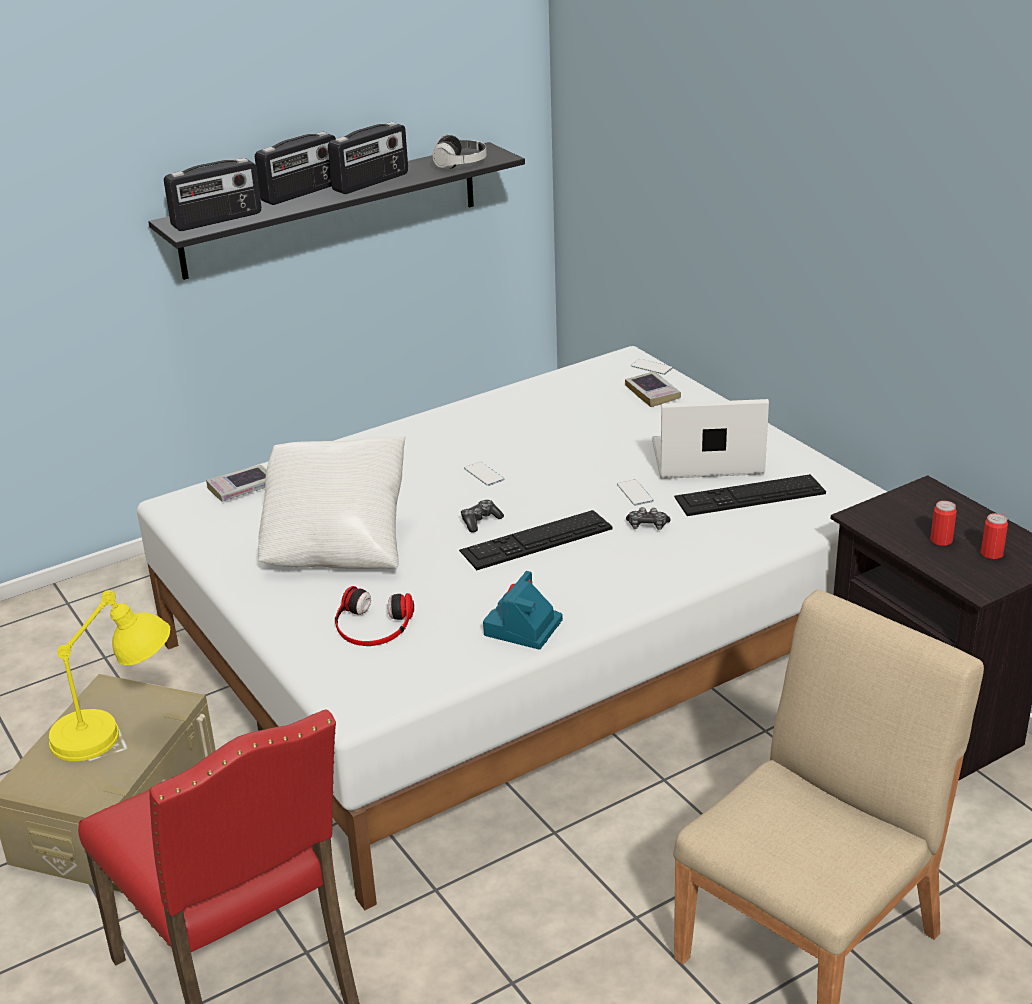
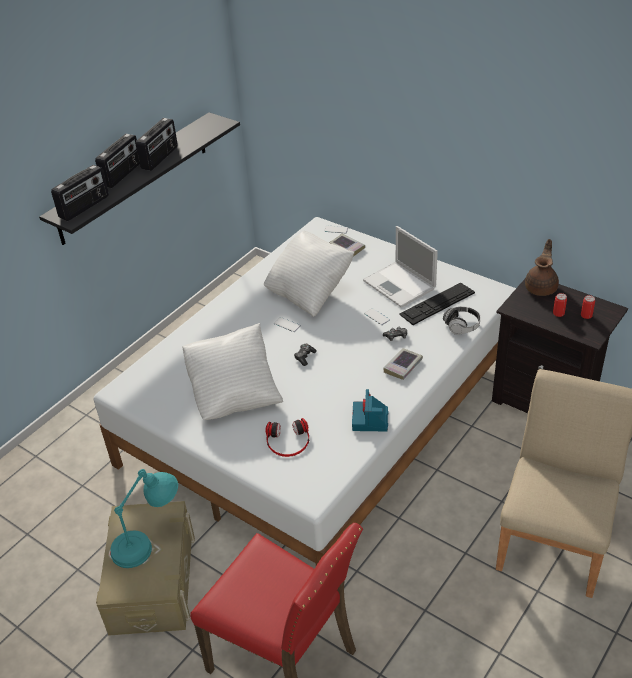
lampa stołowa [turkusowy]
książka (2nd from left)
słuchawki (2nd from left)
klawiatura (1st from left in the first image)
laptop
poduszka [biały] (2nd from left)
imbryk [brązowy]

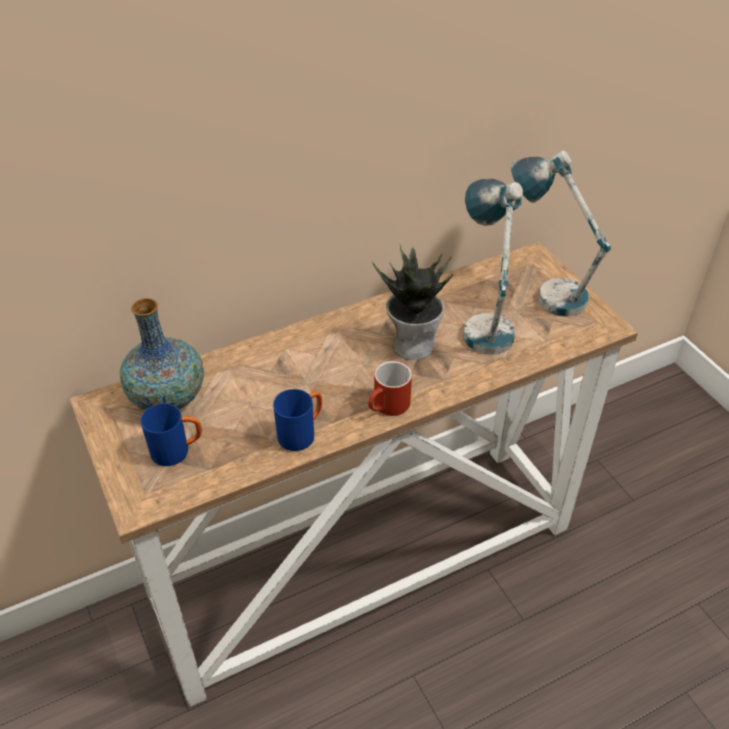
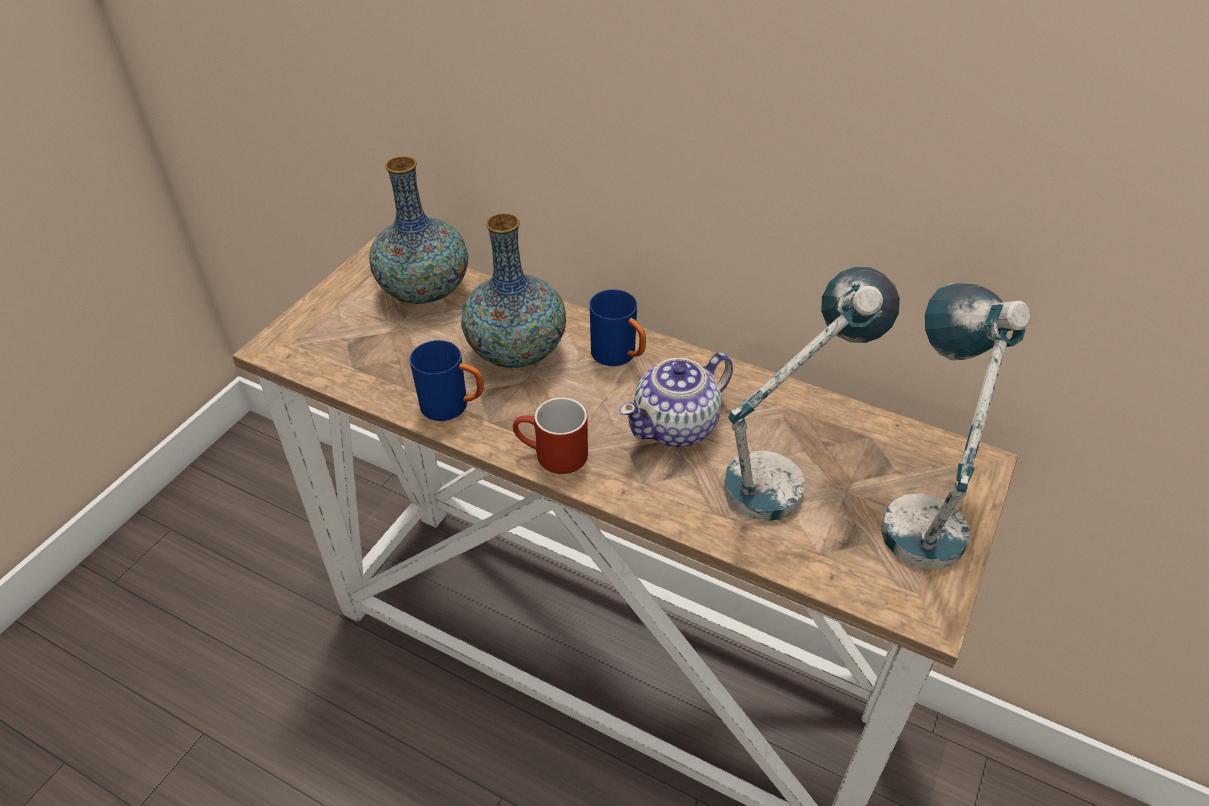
kubek [niebieski] (2nd from left)
imbryk
wazon (2nd from left)

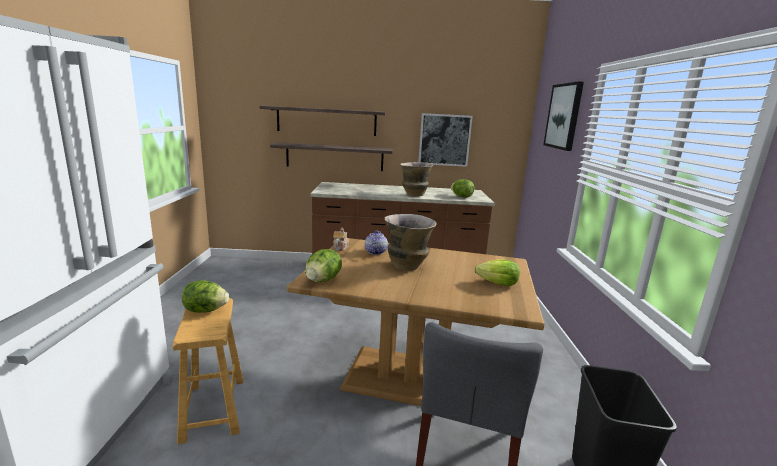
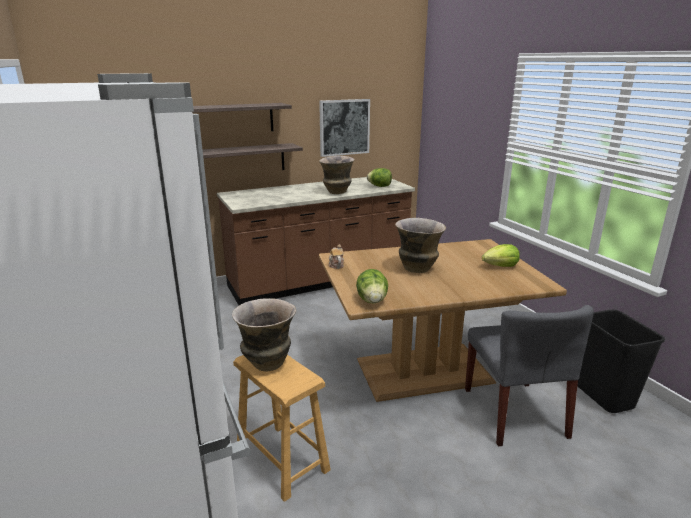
wazon (1st from left)
imbryk (2nd from left in the first image)
obraz (2nd from left in the first image)

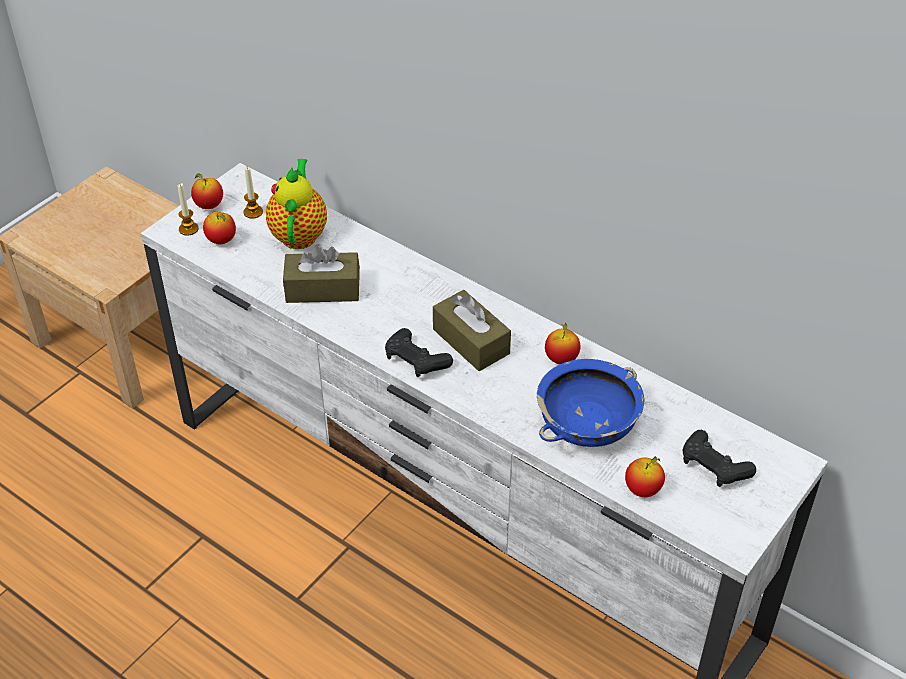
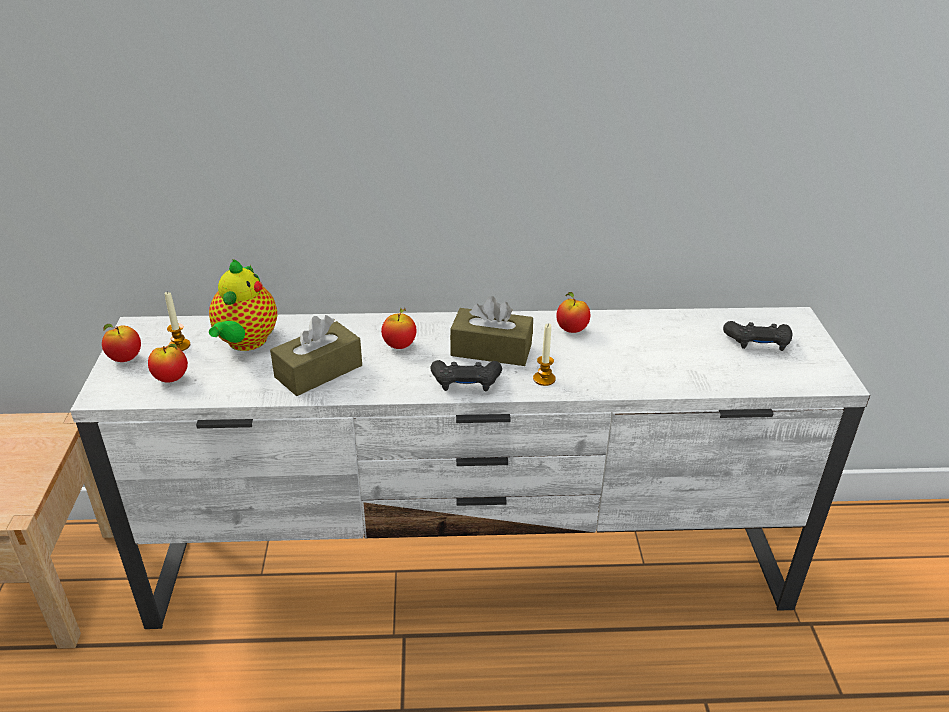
świeca (2nd from left)
imbryk
miska [niebieski]
jabłko (3rd from left)

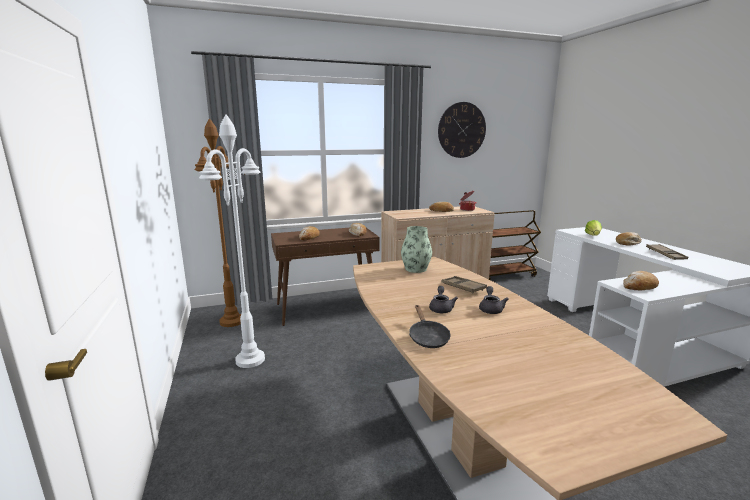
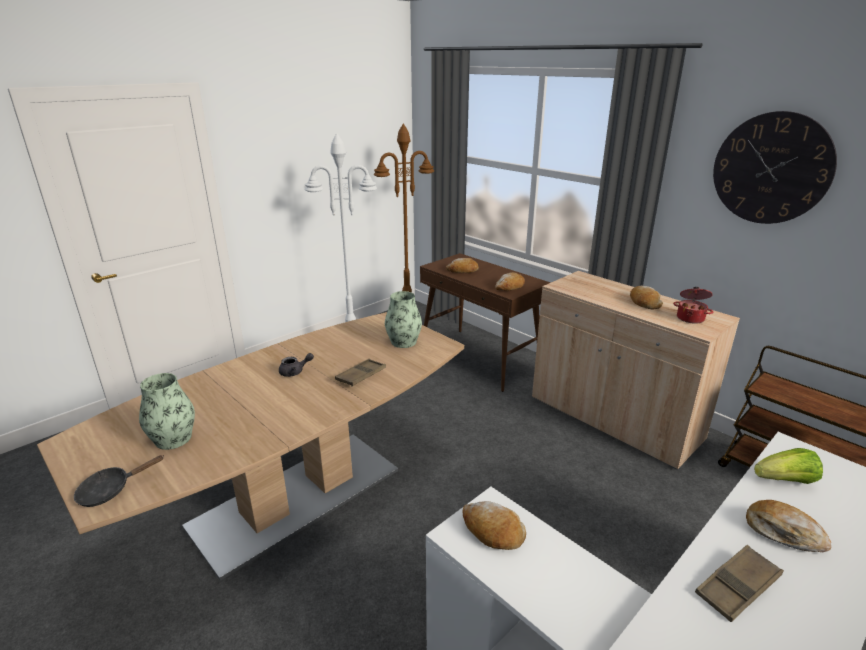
patelnia [czarny]
imbryk [szary] (2nd from left in the first image)
wazon (1st from left)

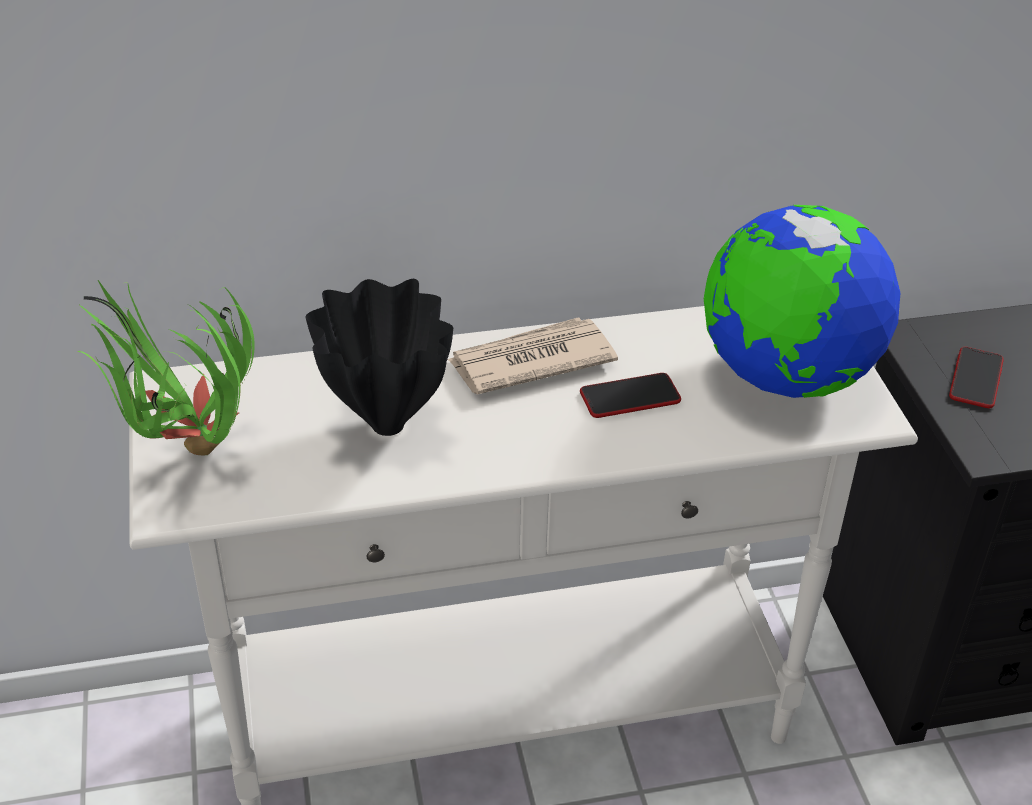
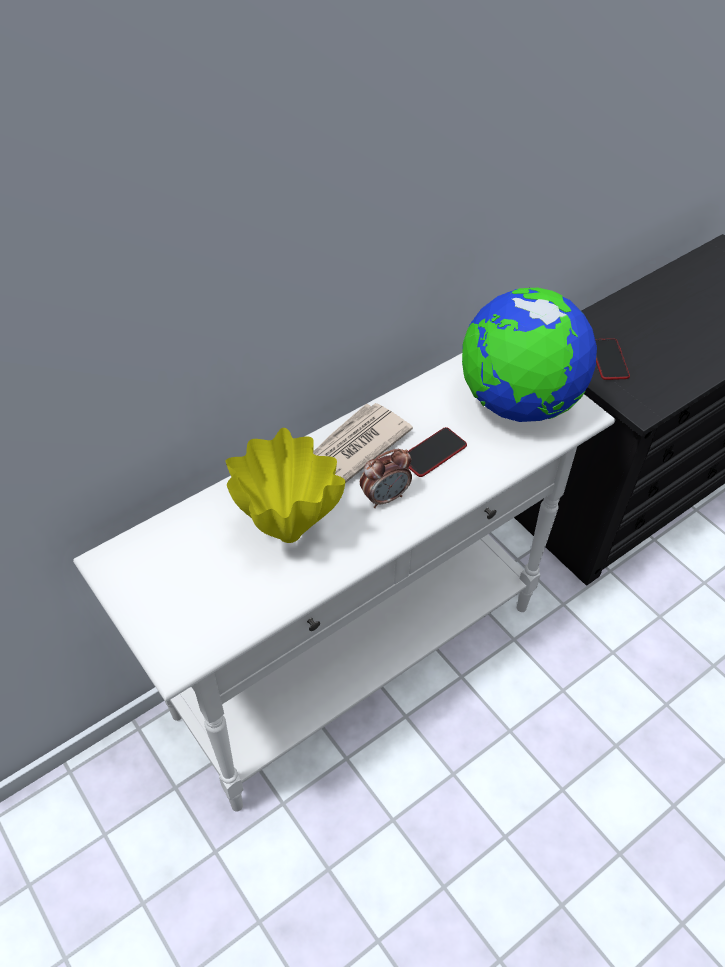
roślina doniczkowa
wazon [żółty]
budzik

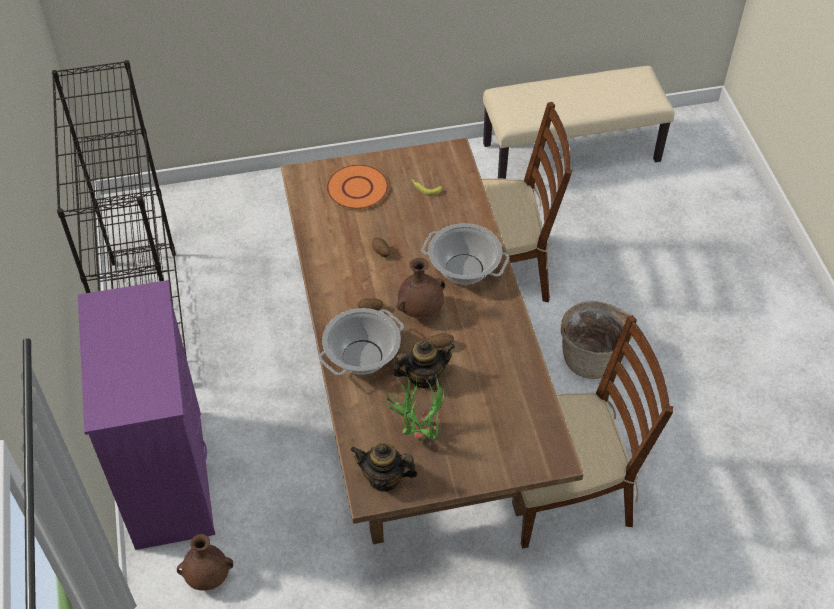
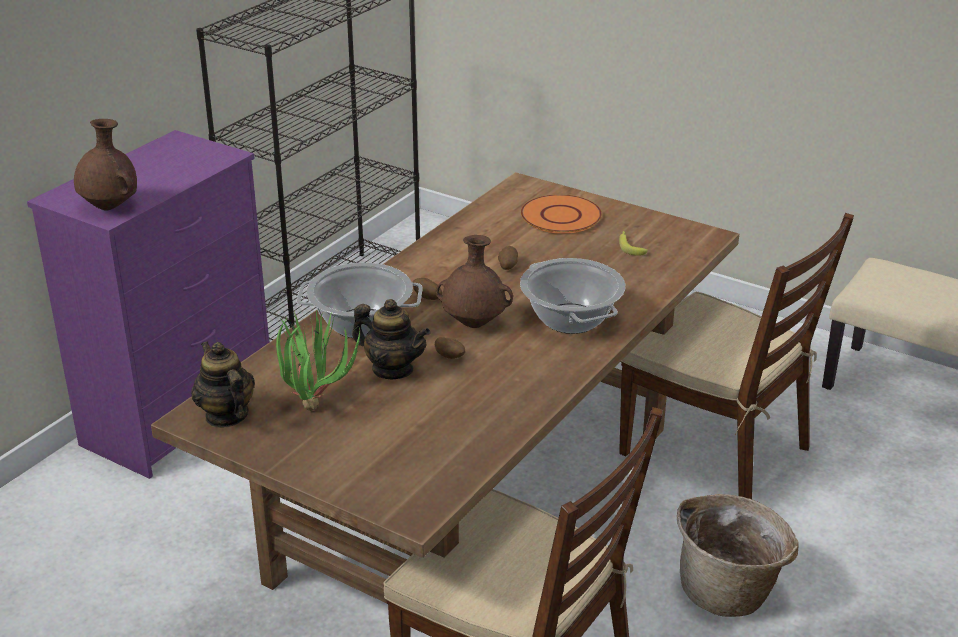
wazon [brązowy] (1st from left)

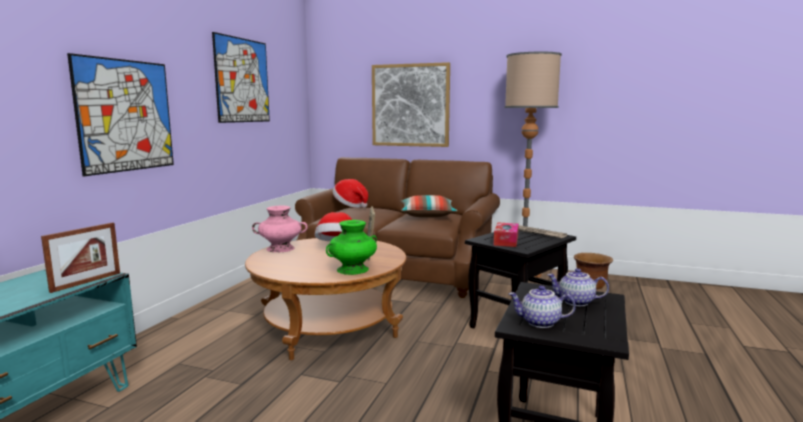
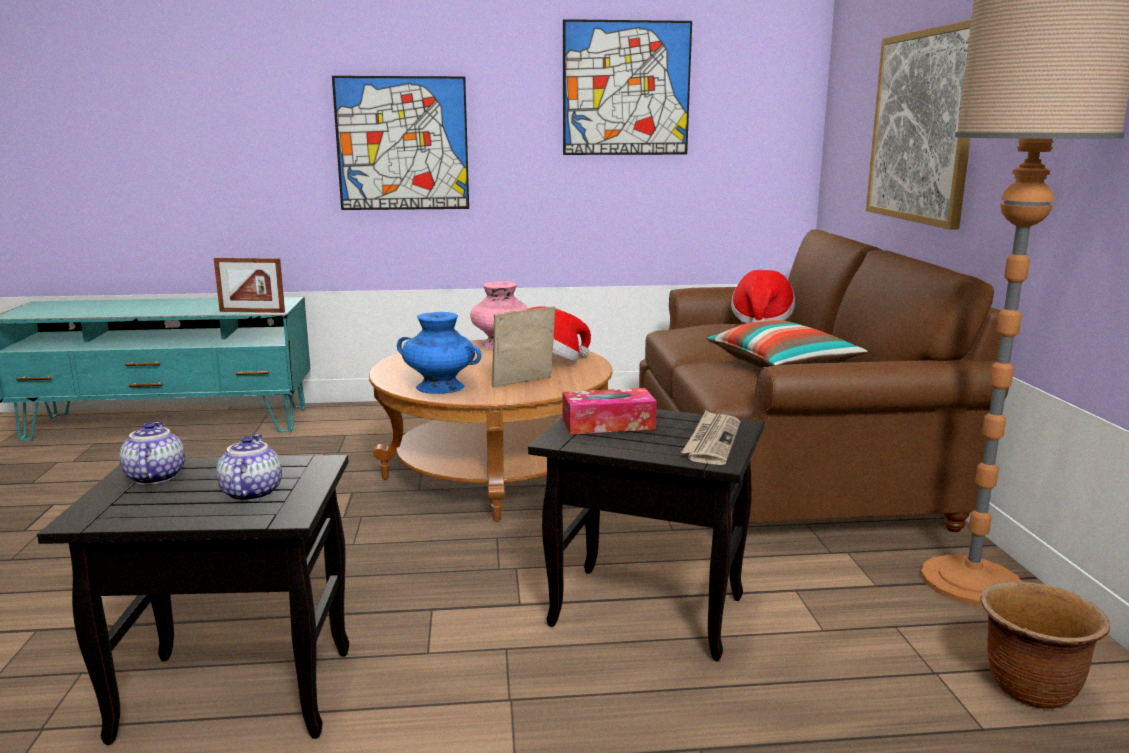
wazon [niebieski]

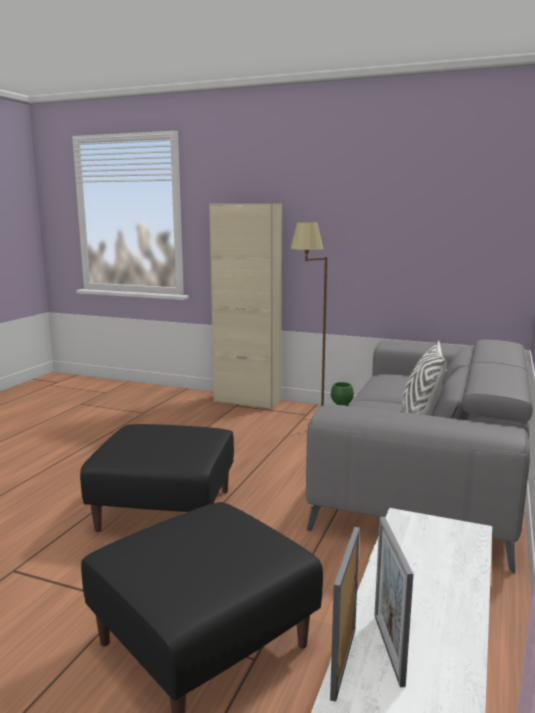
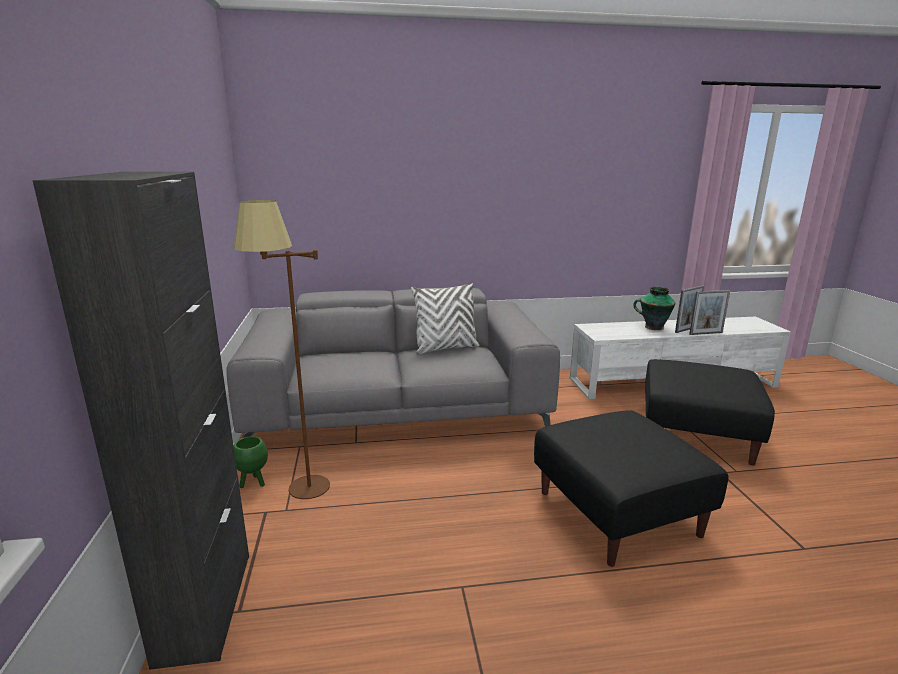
szafka [czarny]
wazon

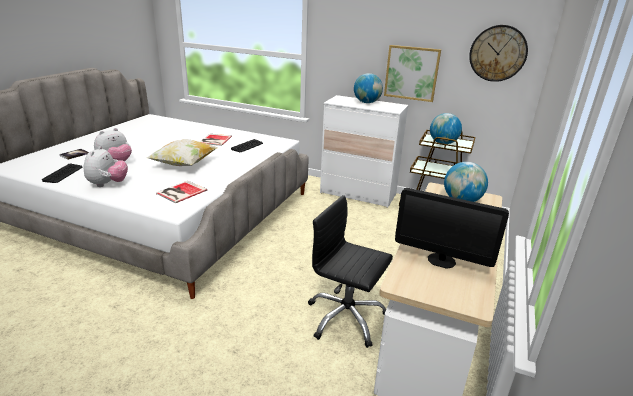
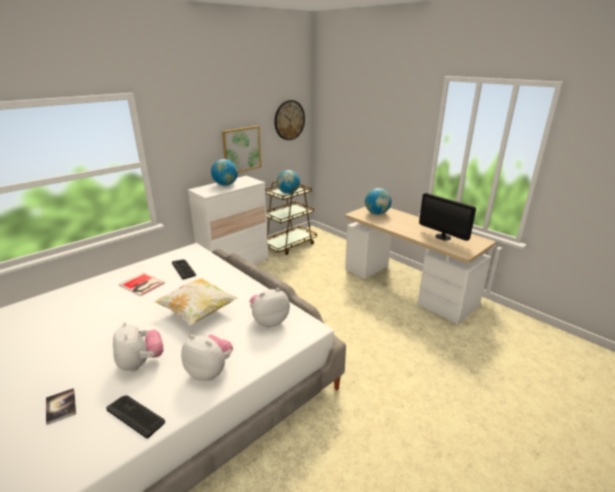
pluszak (3rd from left)
krzesło biurowe [czarny]
monitor

